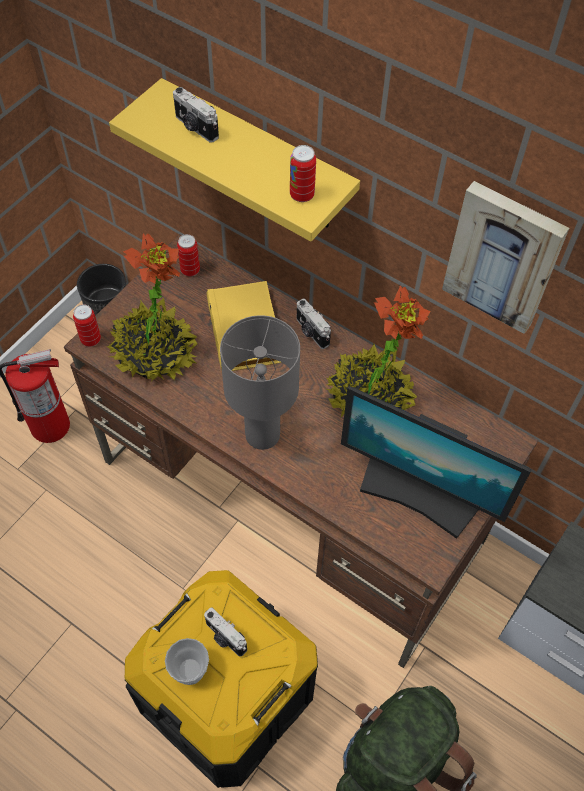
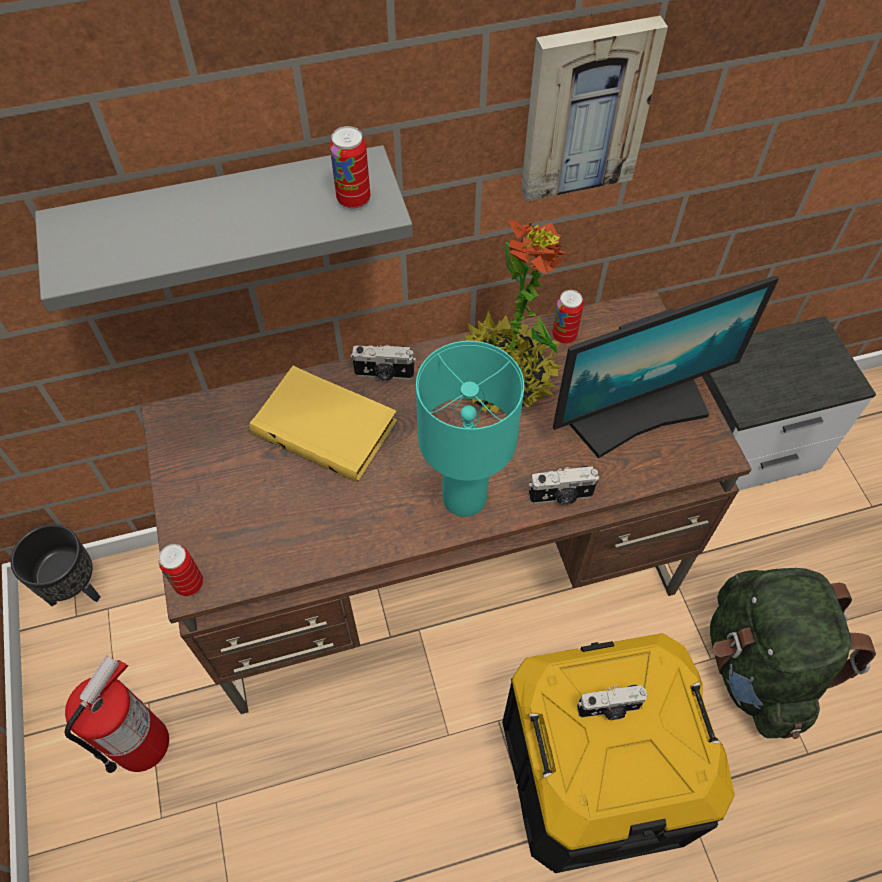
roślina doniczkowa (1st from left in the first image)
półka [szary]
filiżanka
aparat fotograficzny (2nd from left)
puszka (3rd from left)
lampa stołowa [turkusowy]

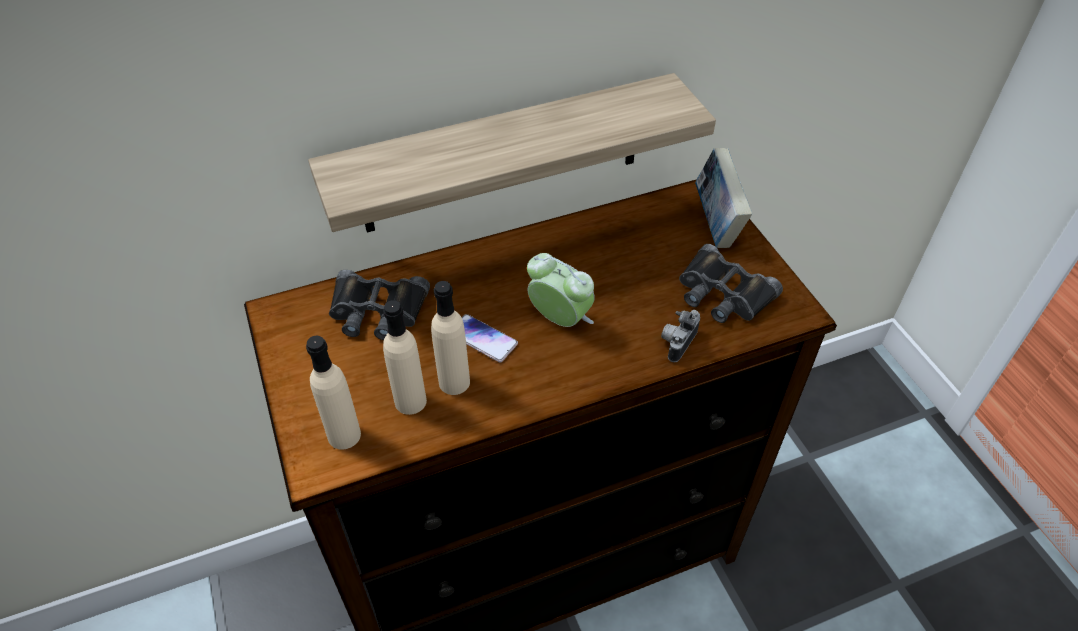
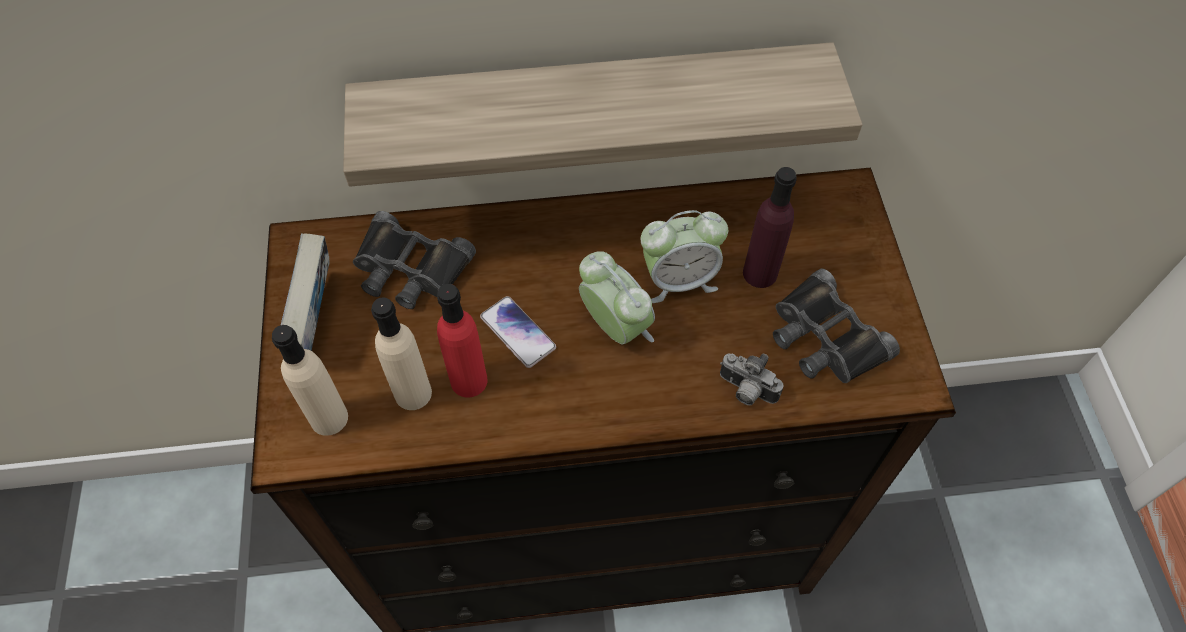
butelka [czerwony]
aparat fotograficzny
książka
budzik (2nd from left)
butelka [fioletowy]

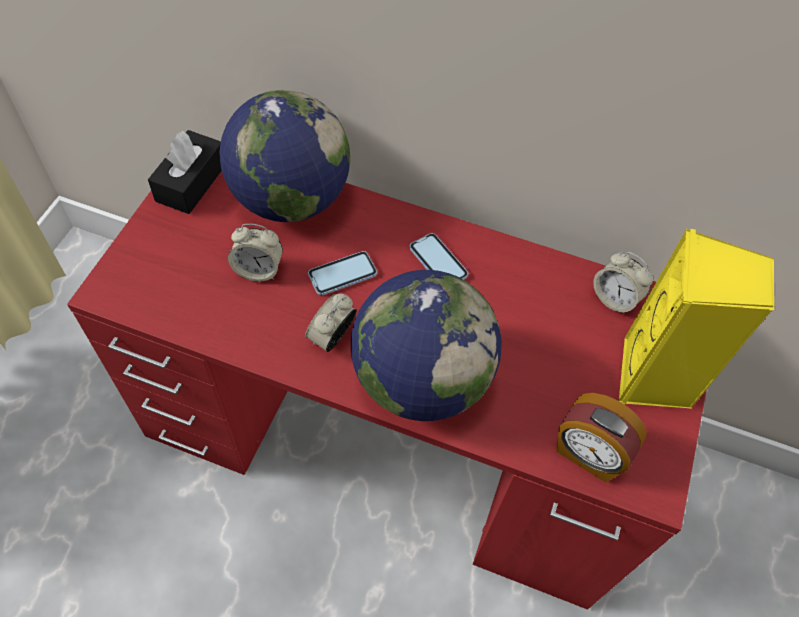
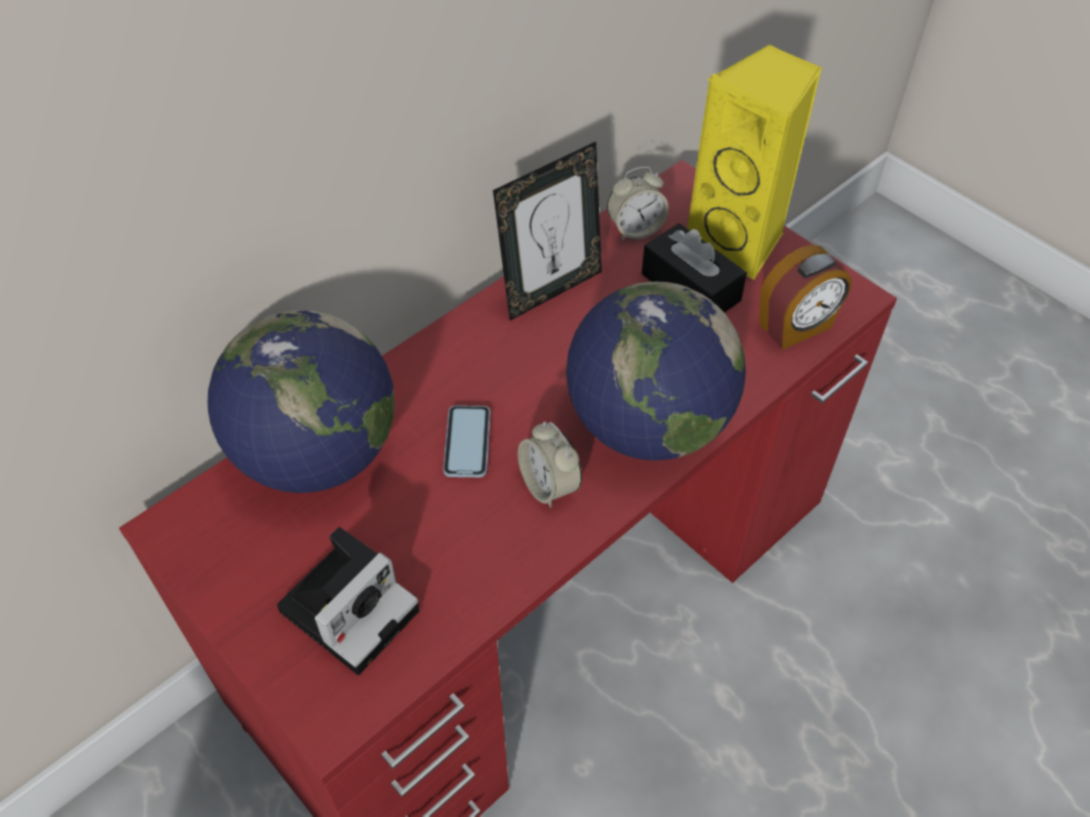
pudełko chusteczek [czarny]
budzik (1st from left in the first image)
telefon (2nd from left in the first image)
aparat fotograficzny
ramka na zdjęcie

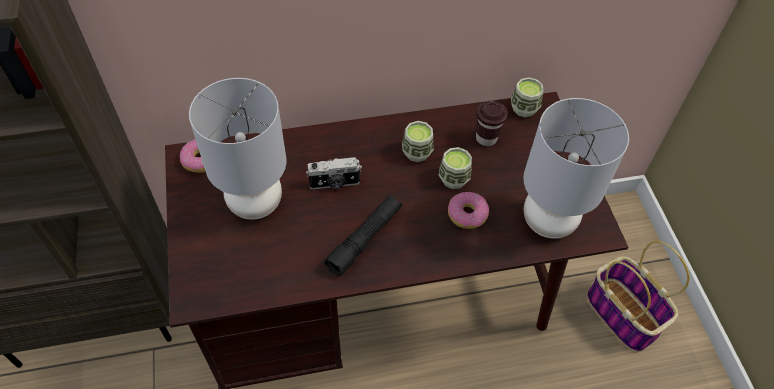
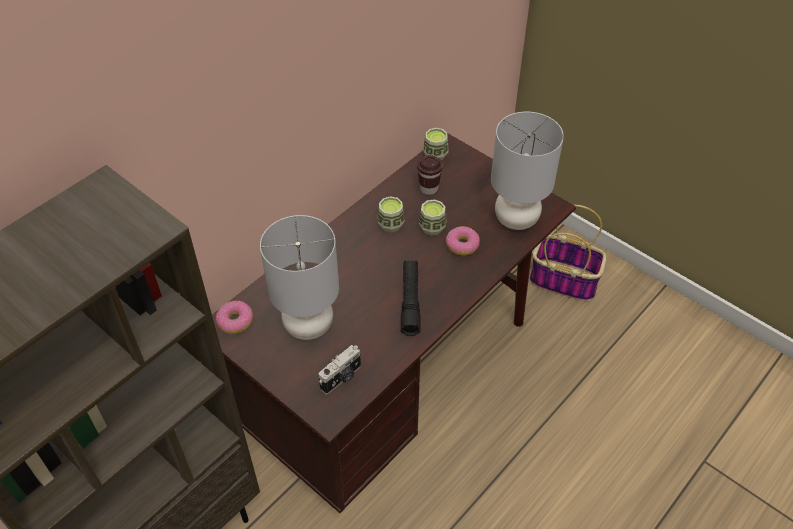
aparat fotograficzny

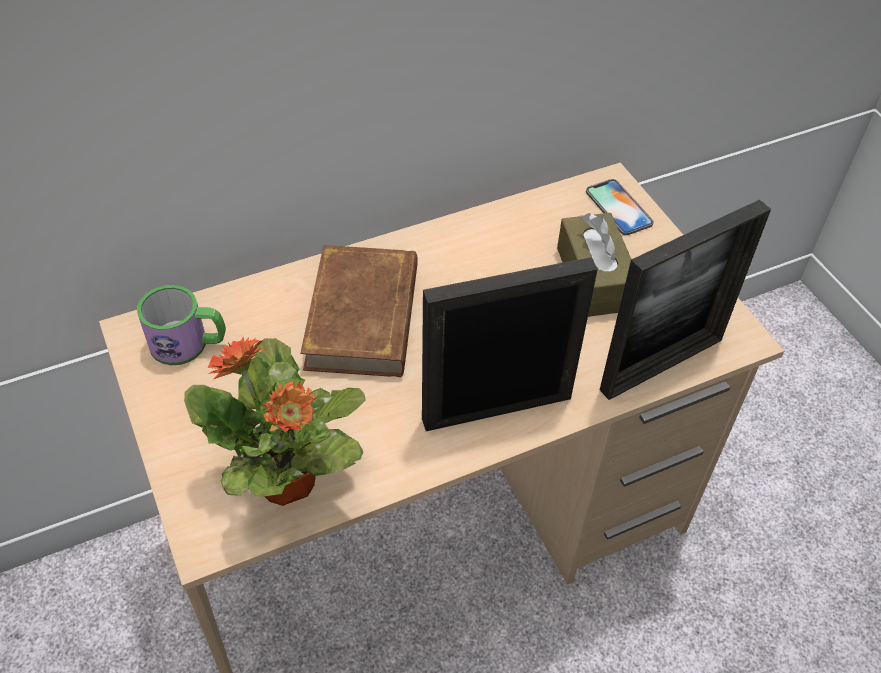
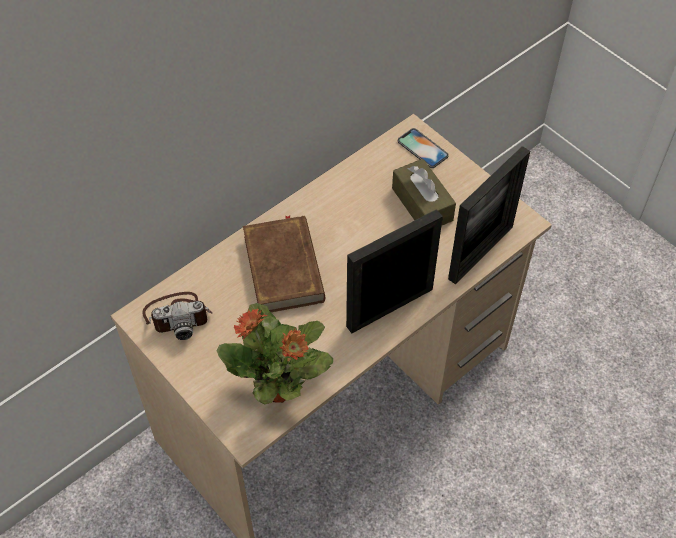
aparat fotograficzny

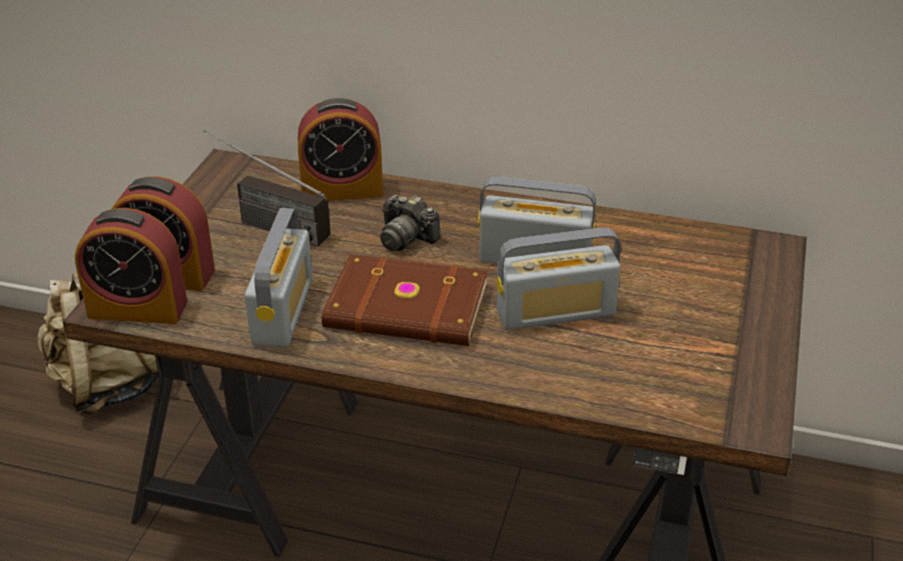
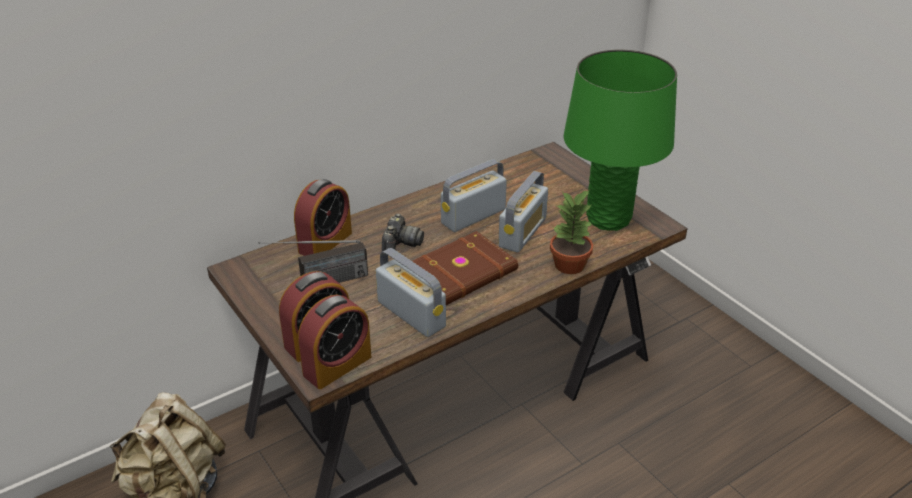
aparat fotograficzny
roślina doniczkowa
lampa stołowa [zielony]

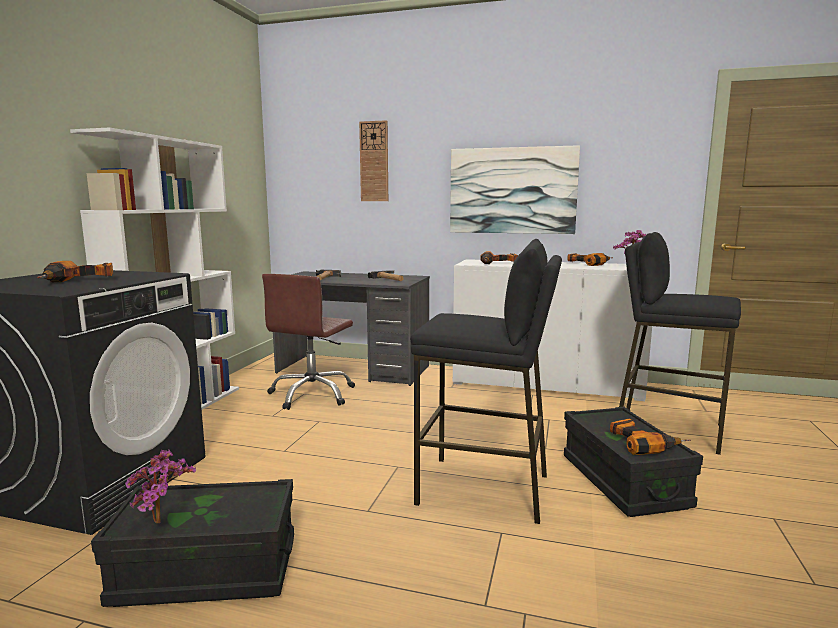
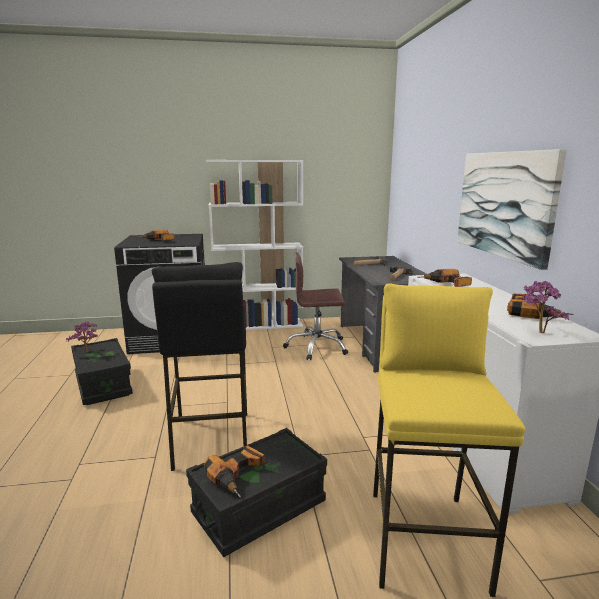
zegar ścienny
stołek [żółty]

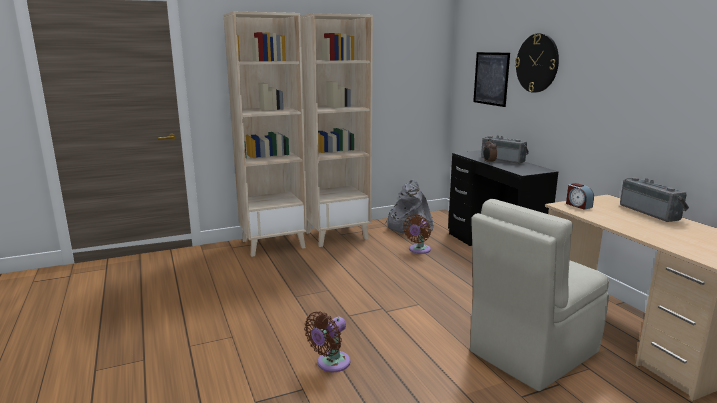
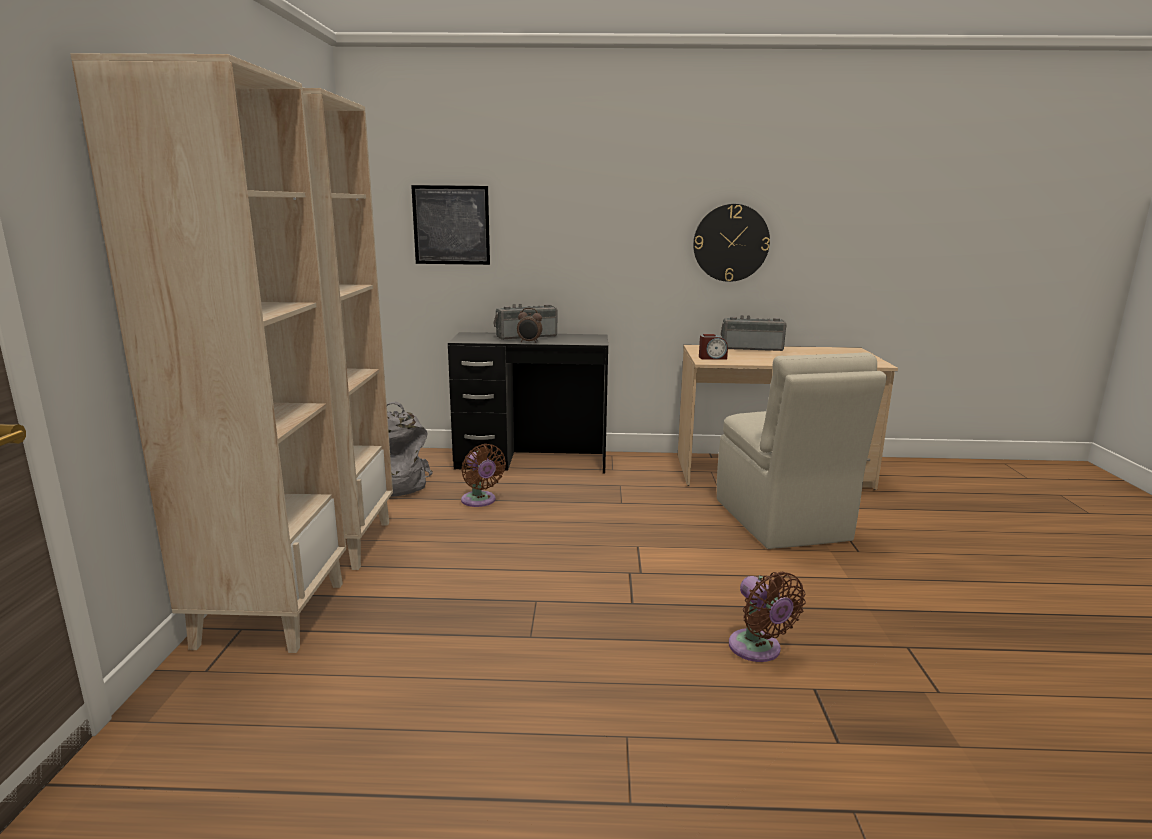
zegar ścienny

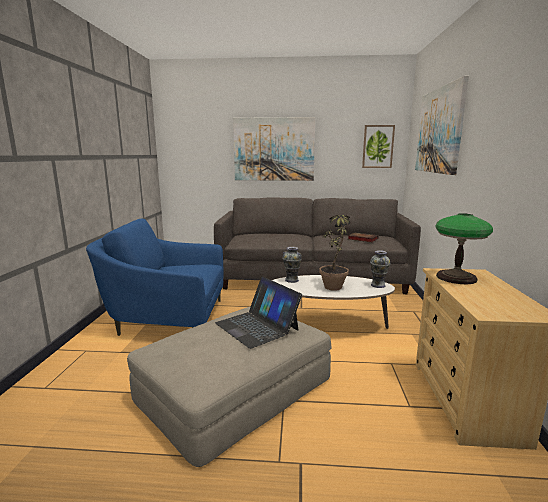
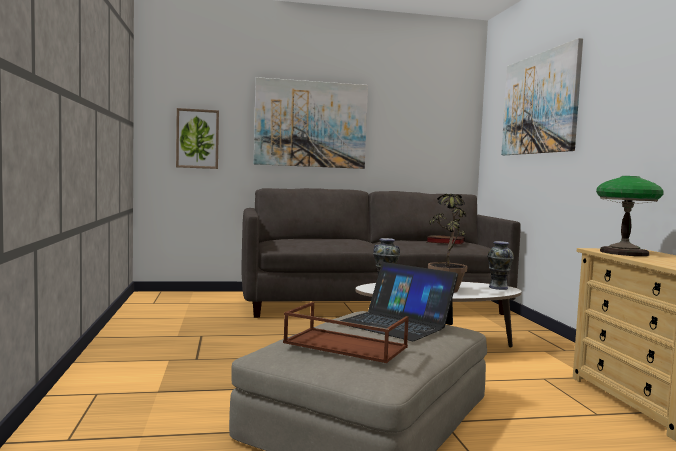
fotel [niebieski]
obraz (1st from left)
taca [brązowy]

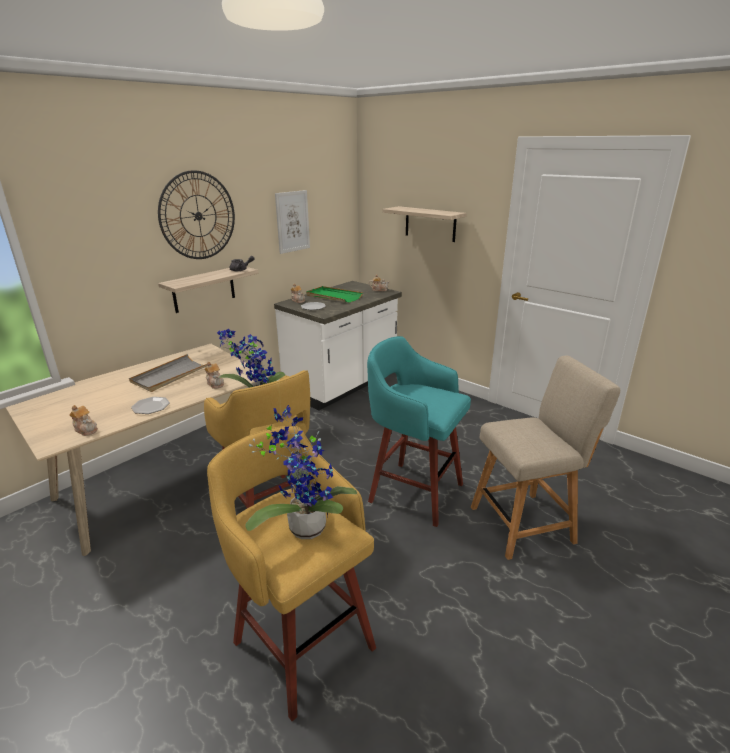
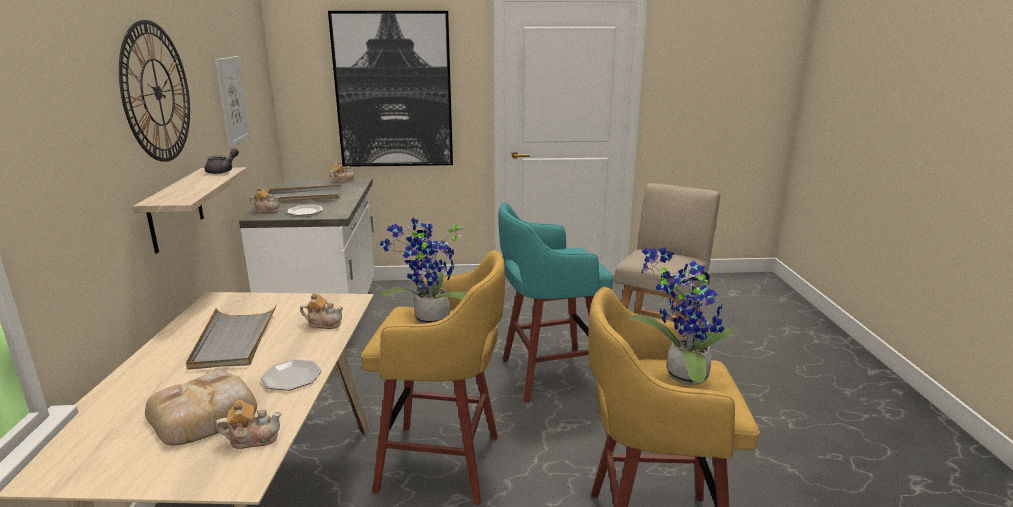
taca [szary] (2nd from left)
obraz (2nd from left)
chleb

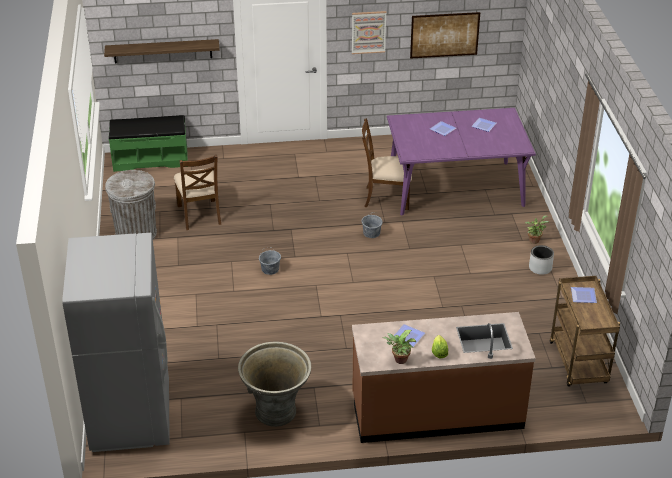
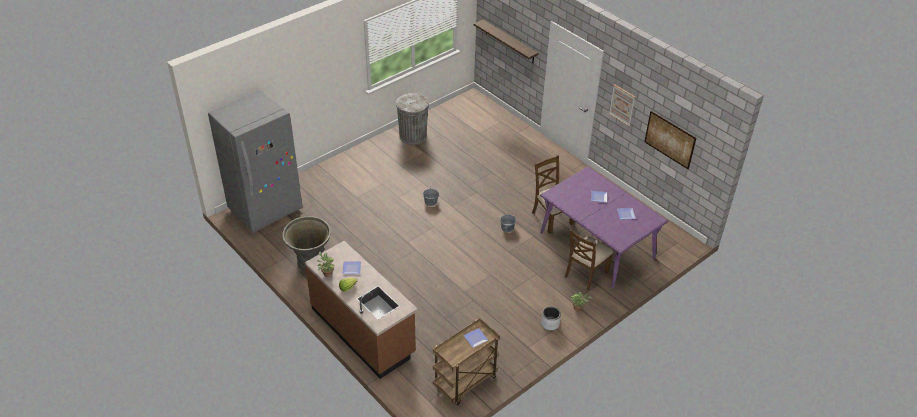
ławka [zielony]
krzesło [brązowy] (2nd from left)

